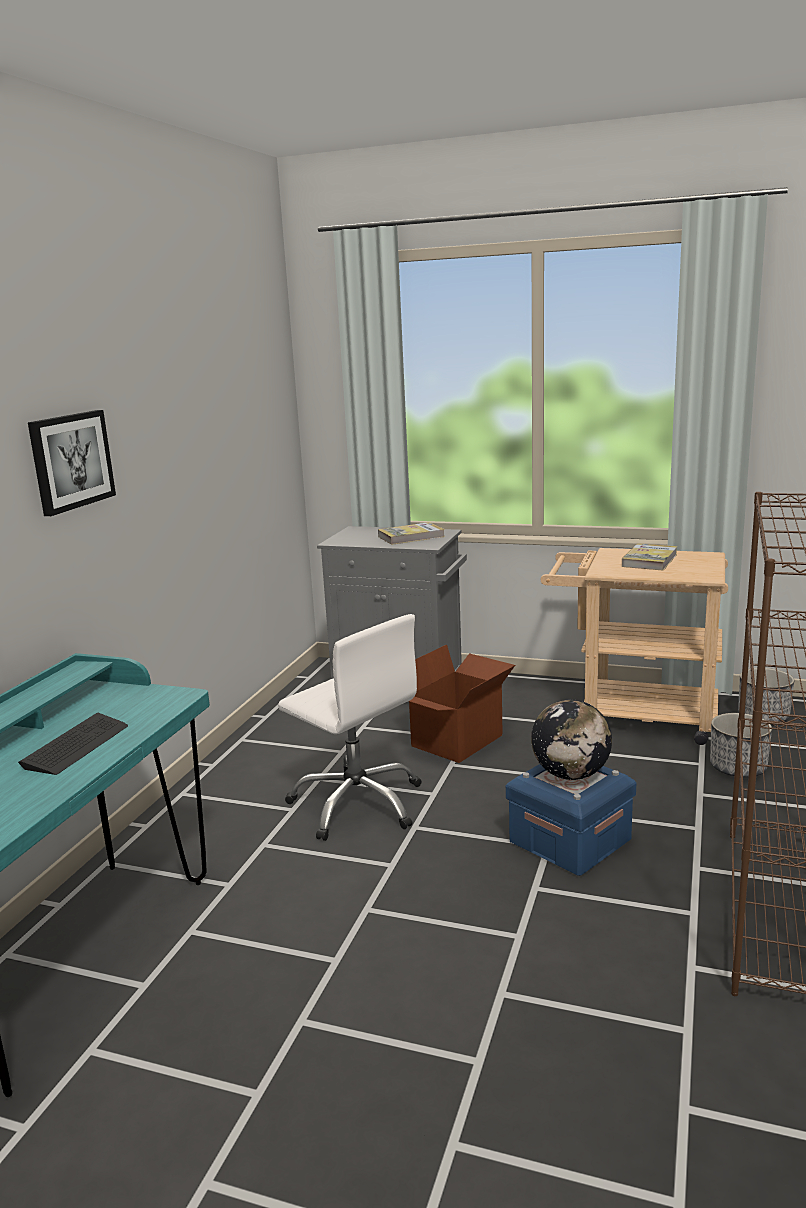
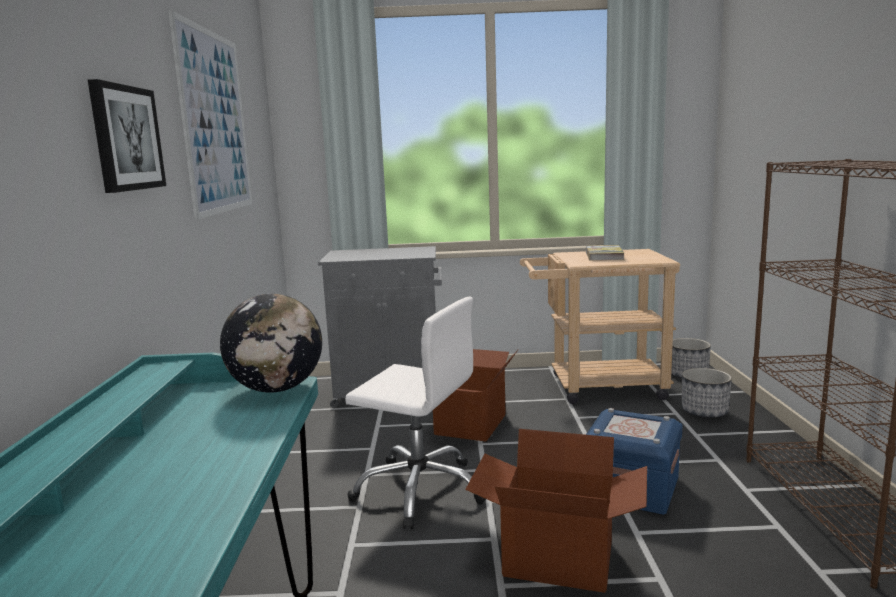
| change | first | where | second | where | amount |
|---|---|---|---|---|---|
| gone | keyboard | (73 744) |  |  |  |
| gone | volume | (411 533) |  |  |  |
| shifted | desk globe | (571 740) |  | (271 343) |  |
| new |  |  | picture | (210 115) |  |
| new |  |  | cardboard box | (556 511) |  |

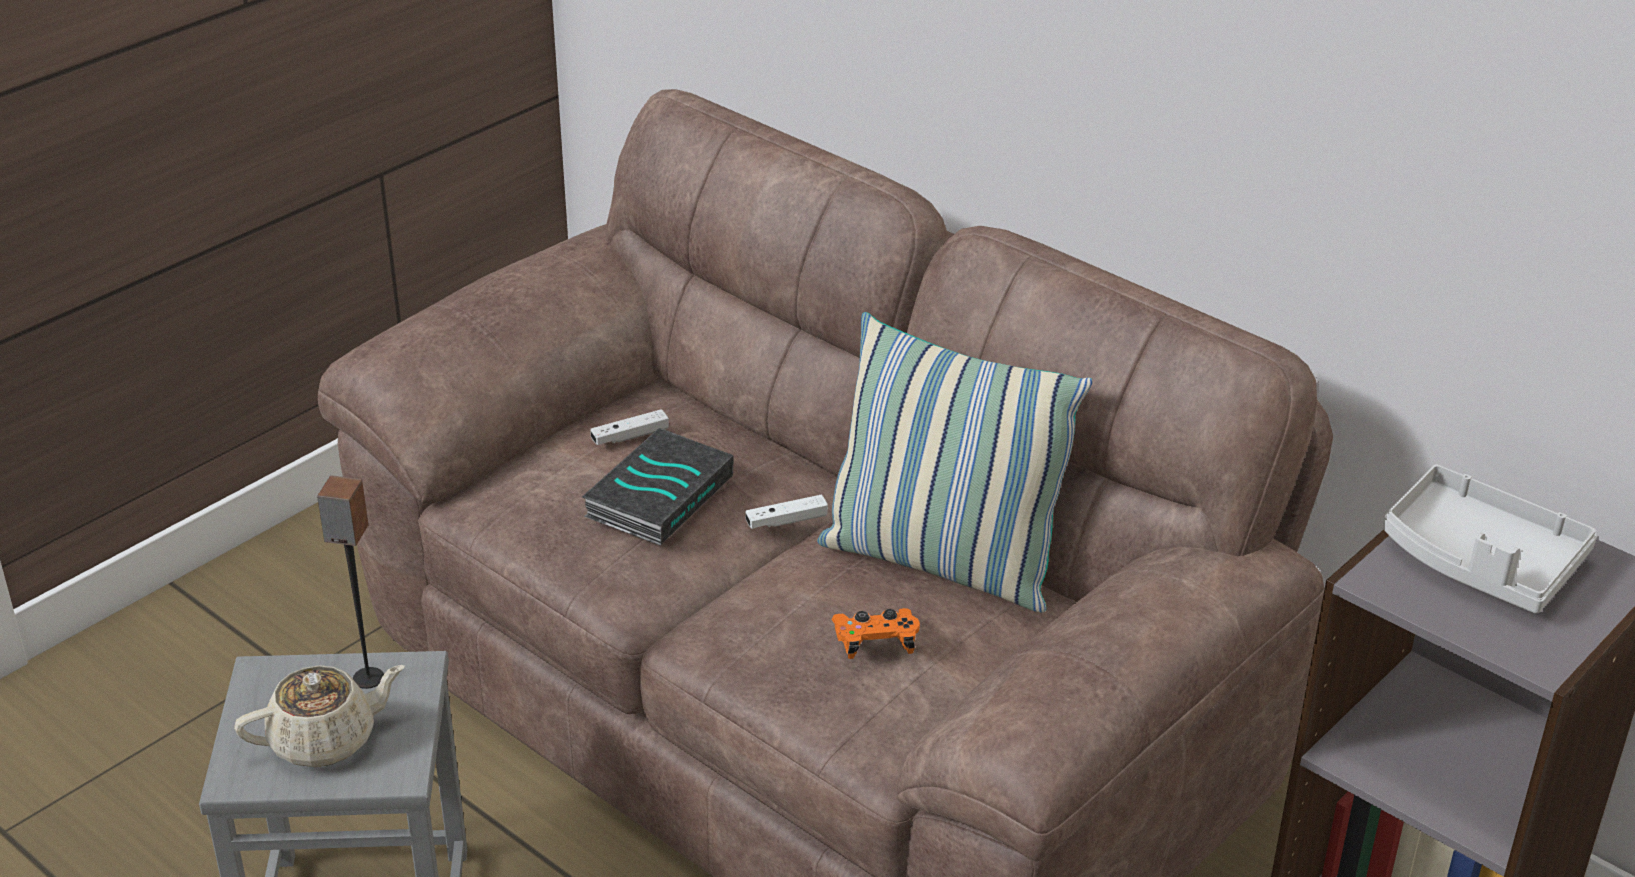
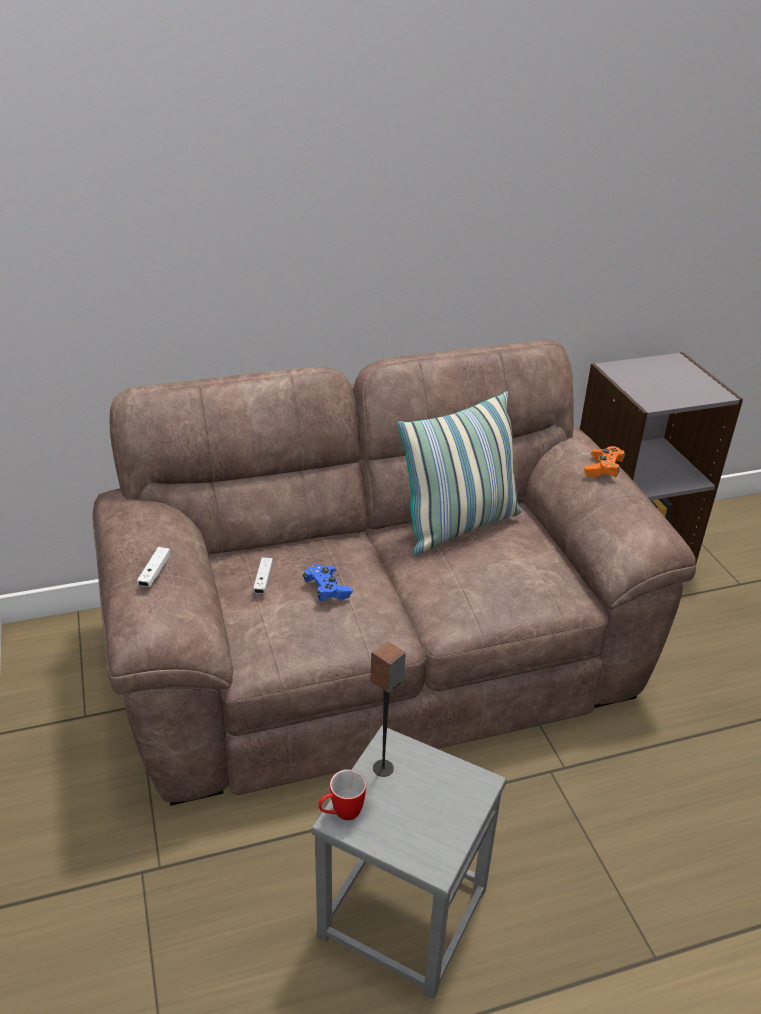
| change | first | where | second | where | amount |
|---|---|---|---|---|---|
| gone | beige-coloured teapot | (319 716) |  |  |  |
| swapped | volume | (658 486) | blue-coloured game controller | (328 582) |  |
| shifted | white game controller | (786 512) |  | (153 567) |  |
| shifted | orange-coloured game controller | (875 633) |  | (605 461) |  |
| gone | gray tray | (1490 539) |  |  |  |
| new |  |  | coffee mug | (342 794) |  |

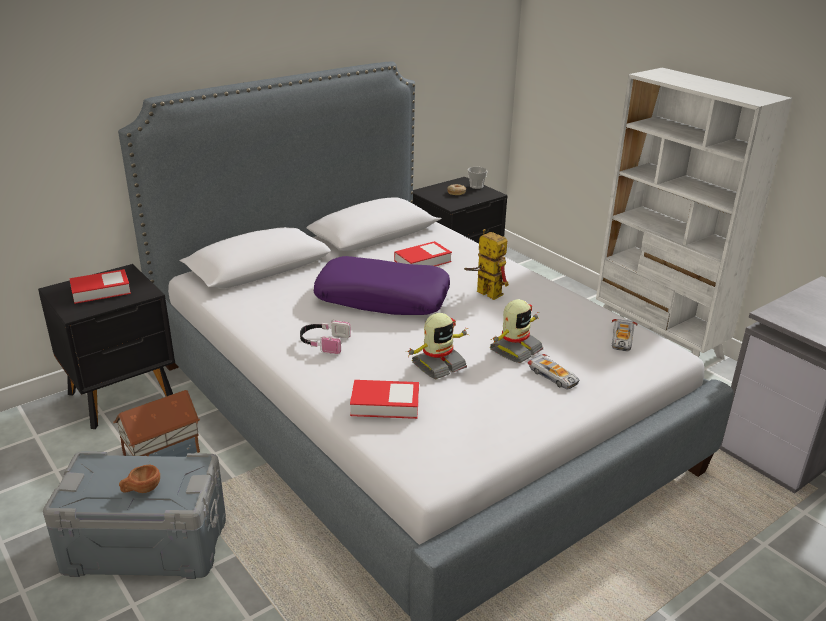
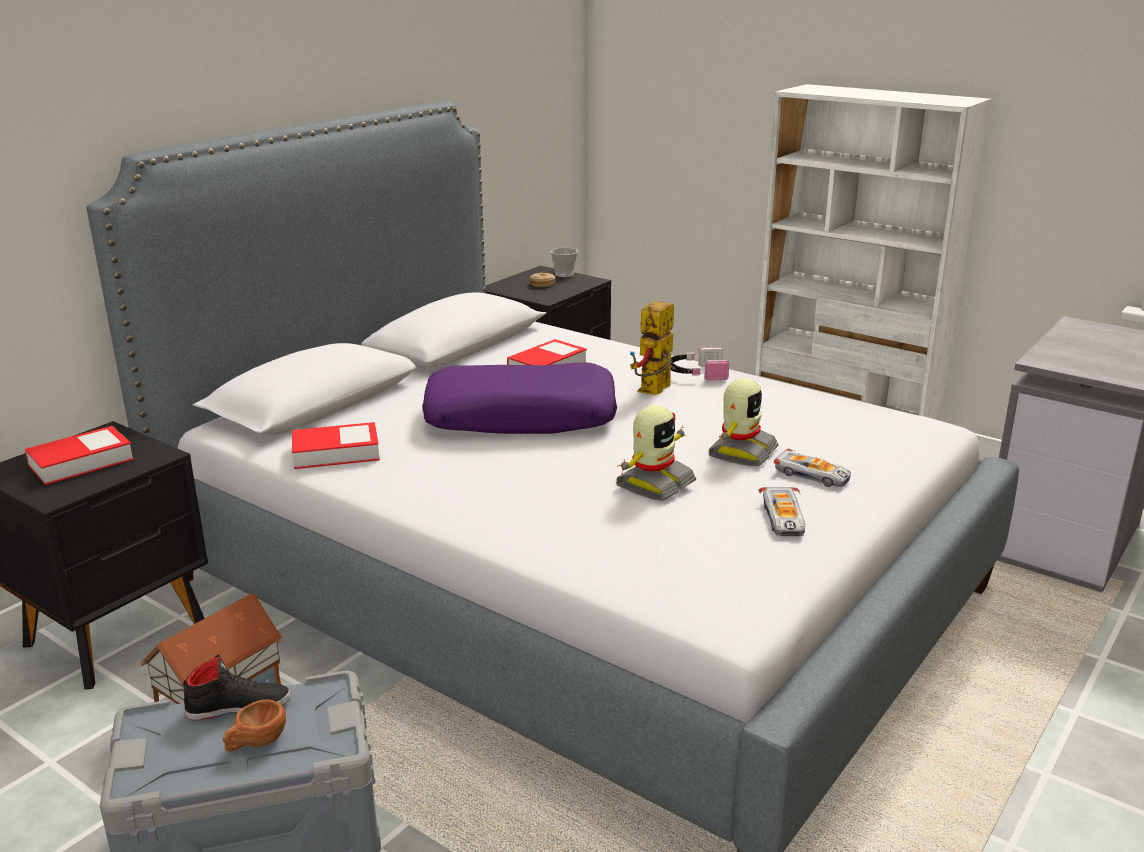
| change | first | where | second | where | amount |
|---|---|---|---|---|---|
| shifted | headset | (325 337) |  | (700 364) |  |
| shifted | volume | (384 399) |  | (336 445) |  |
| rotated | model robot | (486 264) |  | (652 348) | 90 degrees counterclockwise |
| shifted | toy car | (624 335) |  | (782 511) |  |
| new |  |  | blackish low shoe | (237 687) |  |

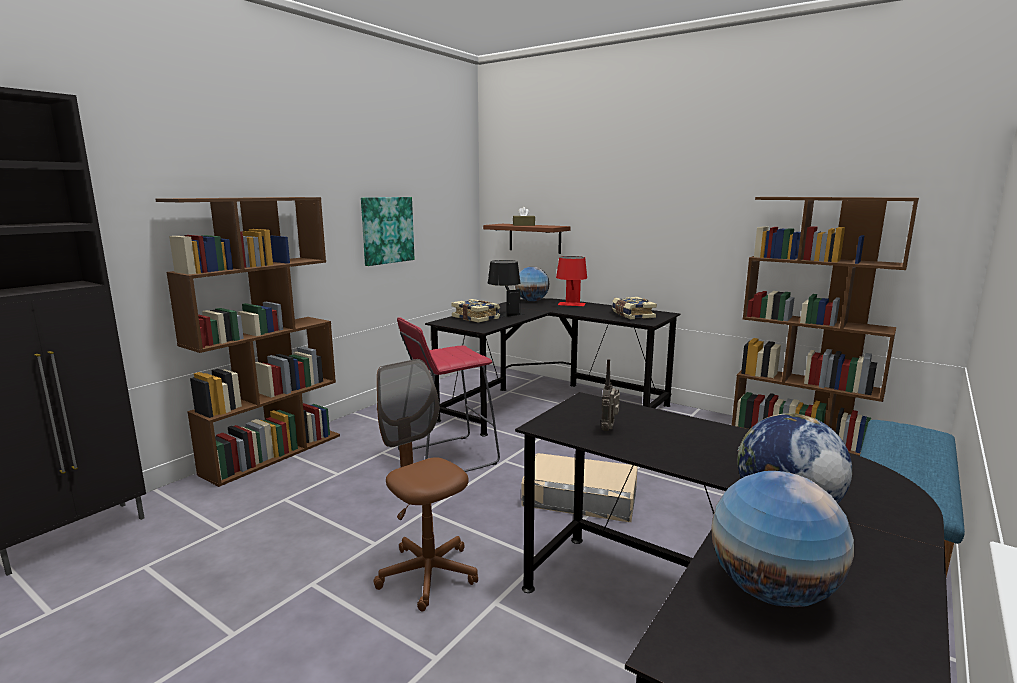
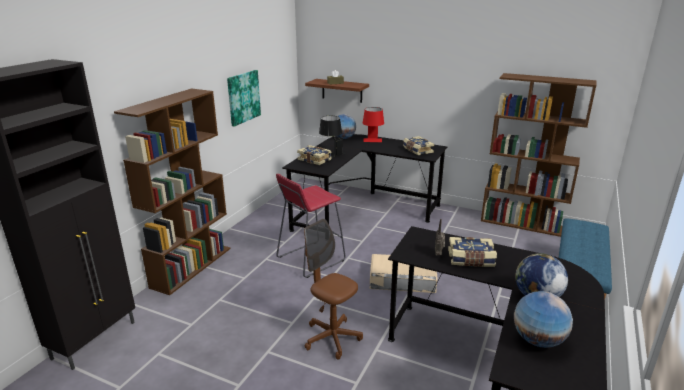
| change | first | where | second | where | amount |
|---|---|---|---|---|---|
| new |  |  | volume | (472 252) |  |

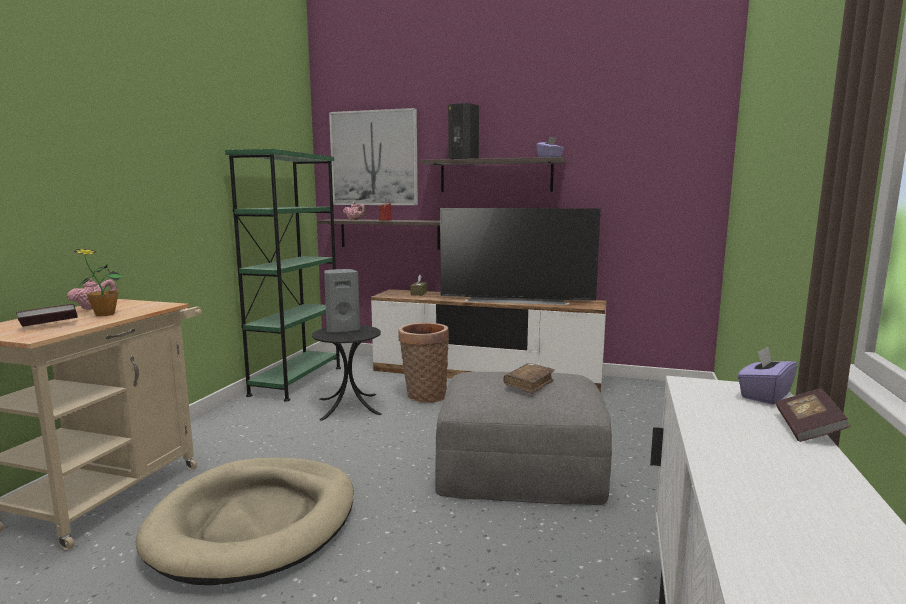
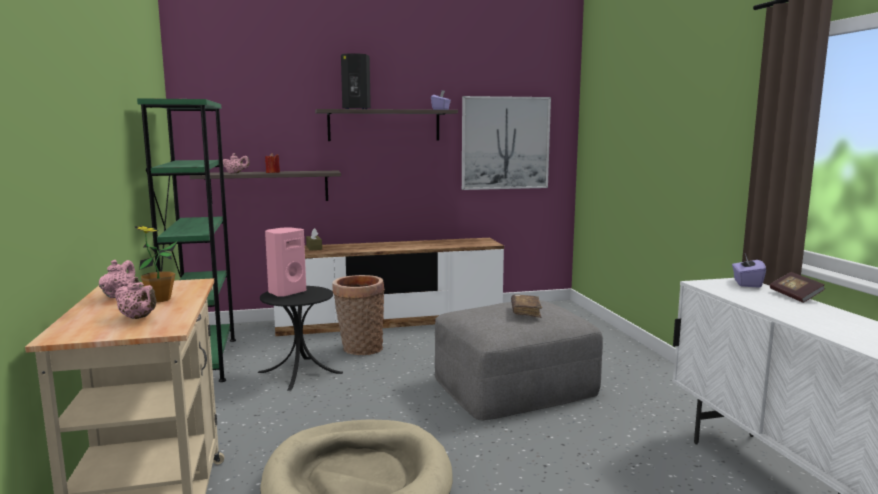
| change | first | where | second | where | amount |
|---|---|---|---|---|---|
| swapped | volume | (47 315) | pink-coloured teapot | (135 298) |  |
| repainted | gray speaker | (342 301) | pink-coloured speaker | (285 262) |  |
| shifted | picture | (373 156) |  | (506 143) |  |
| gone | TV | (520 256) |  |  |  |

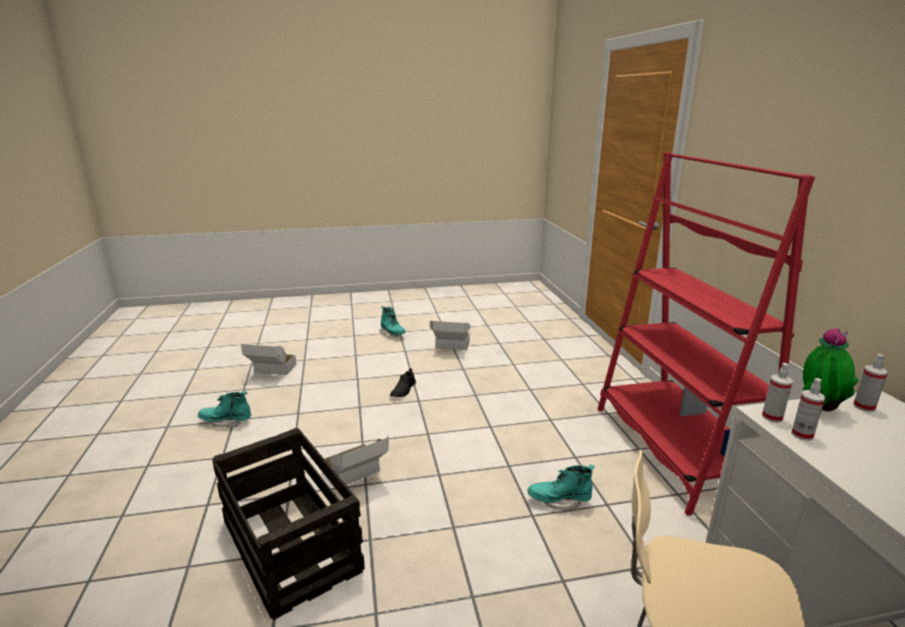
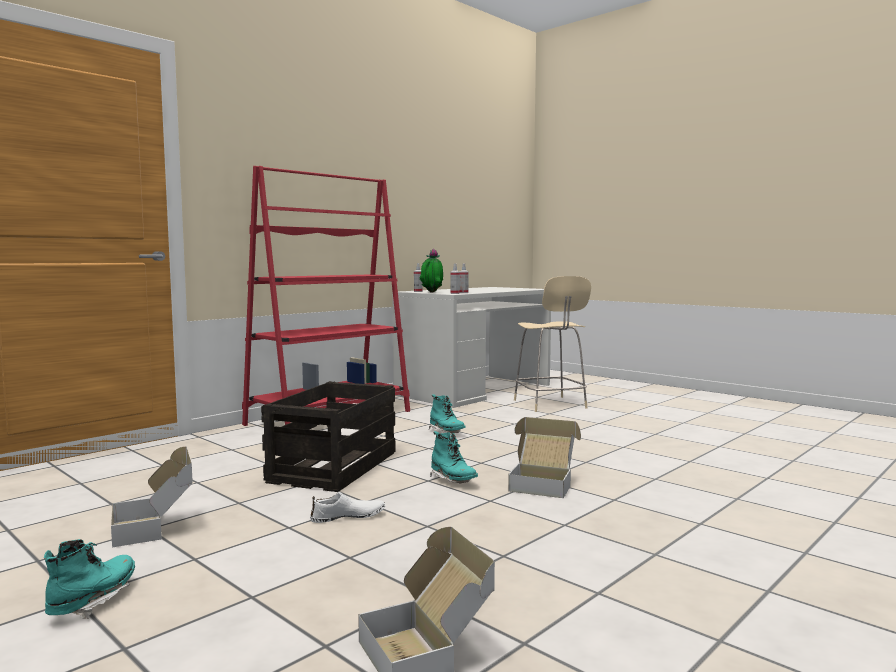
| change | first | where | second | where | amount |
|---|---|---|---|---|---|
| shifted | turquoise tall boot | (224 409) |  | (454 457) |  |
| shifted | shipping crate | (288 524) |  | (328 436) |  |
| repainted | blackish low shoe | (403 382) | white low shoe | (347 507) |  |

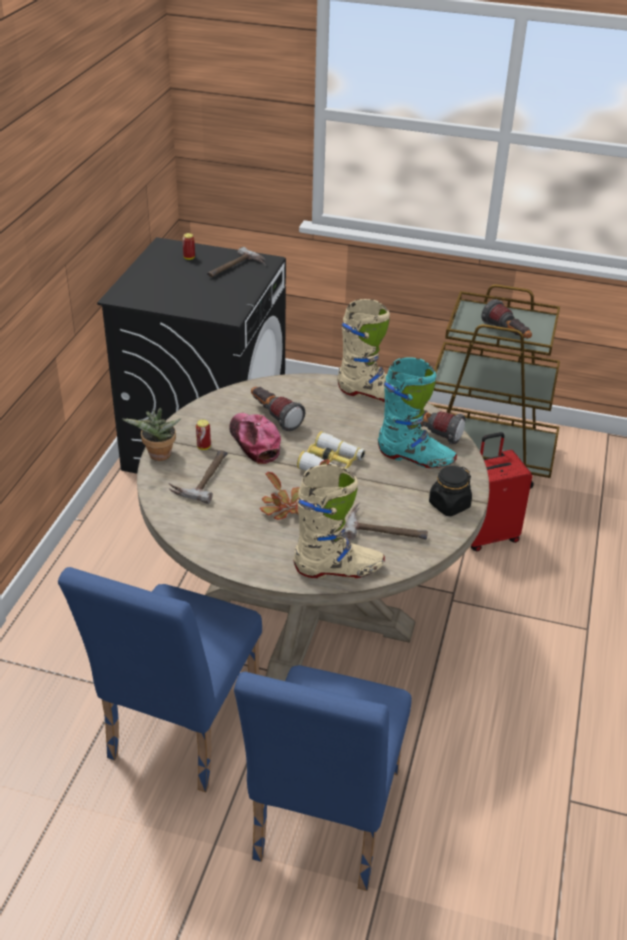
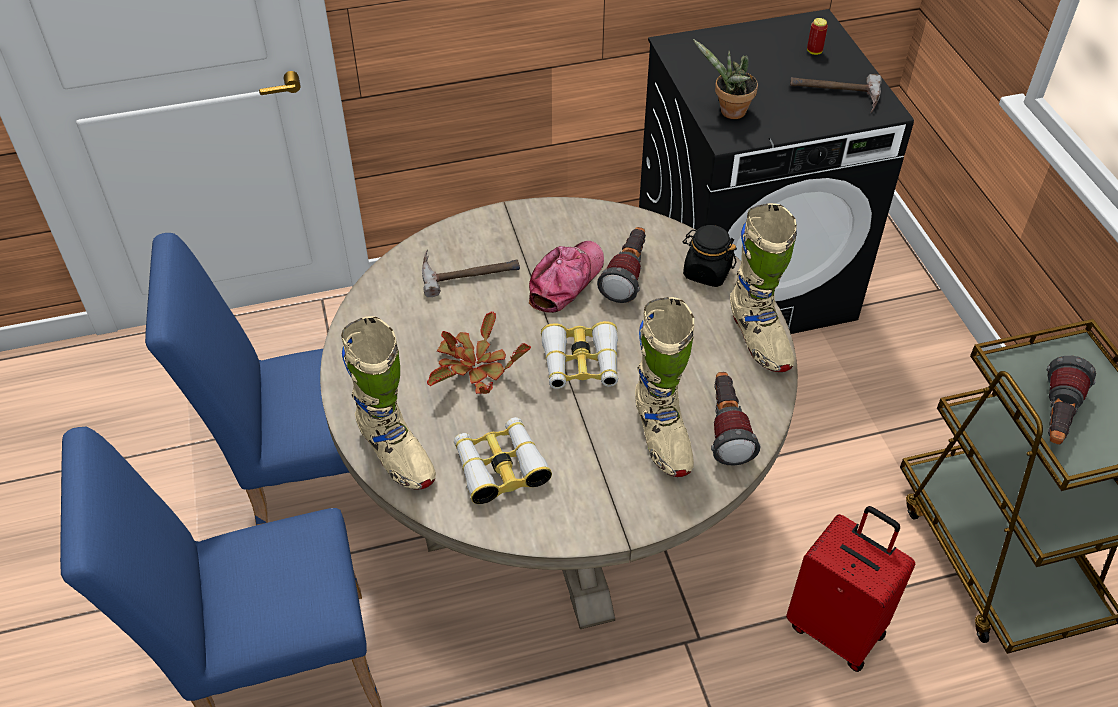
| change | first | where | second | where | amount |
|---|---|---|---|---|---|
| shifted | potted plant | (151 434) |  | (725 79) |  |
| gone | sealed can | (203 435) |  |  |  |
| swapped | tool hammer | (385 521) | field glasses | (503 460) |  |
| repainted | turquoise tall boot | (417 412) | beige-coloured tall boot | (664 387) |  |
| shifted | blackish storage jar | (450 491) |  | (710 256) |  |

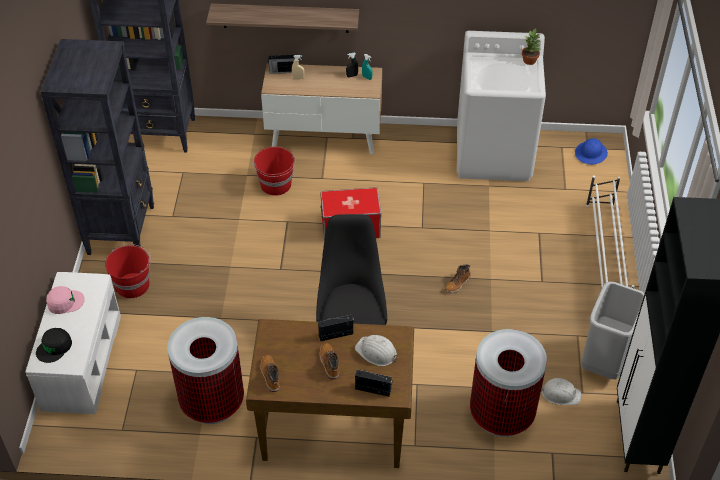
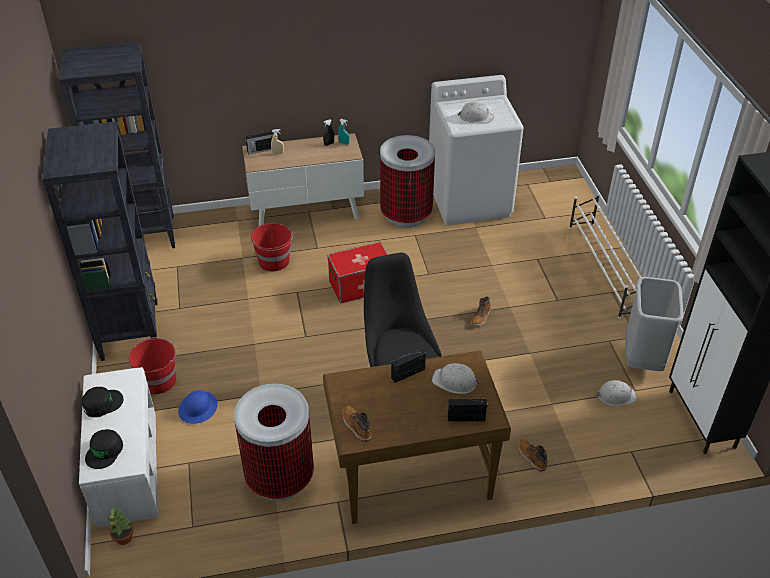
| change | first | where | second | where | amount |
|---|---|---|---|---|---|
| repainted | pink-coloured cap | (65 300) | blackish cap | (103 402) |  |
| gone | bracket shelf | (282 18) |  |  |  |
| shifted | tall boot | (329 361) |  | (533 455) |  |
| shifted | trash can | (508 383) |  | (407 181) |  |
| shifted | potted plant | (531 47) |  | (120 525) |  |
| shifted | blue-coloured safety helmet | (591 151) |  | (198 407) |  |
| new |  |  | white safety helmet | (475 112) |  |

